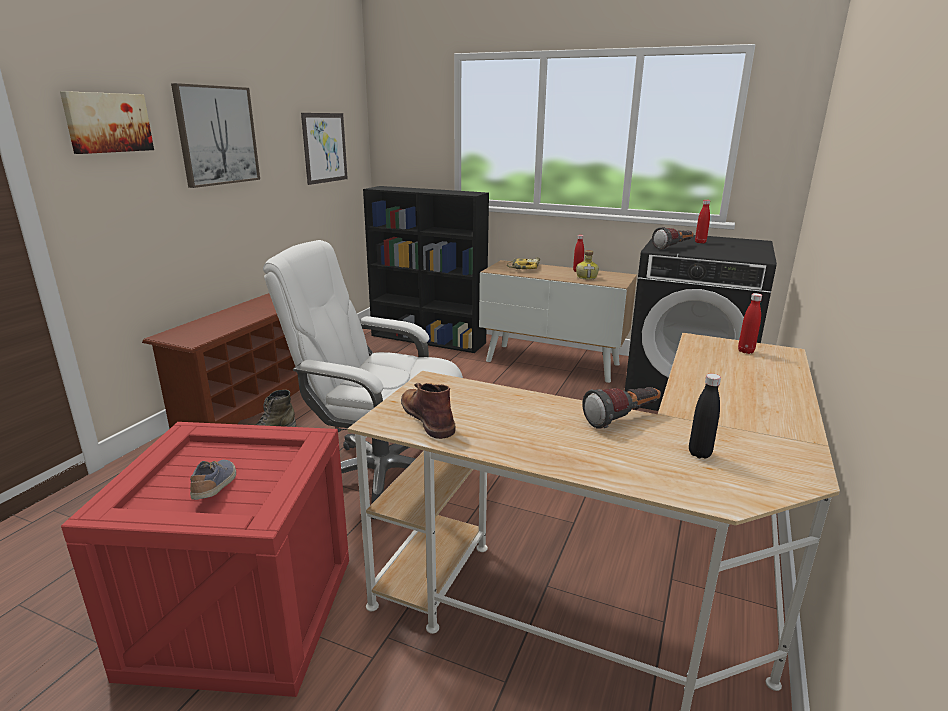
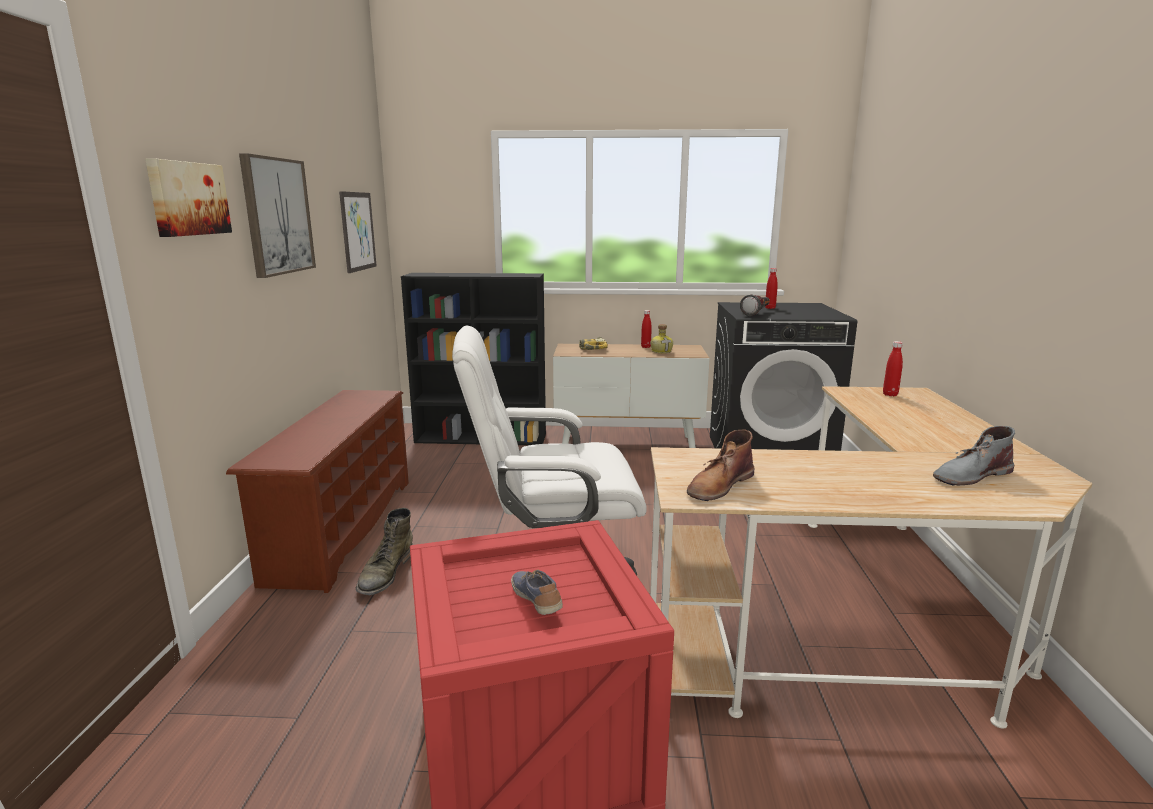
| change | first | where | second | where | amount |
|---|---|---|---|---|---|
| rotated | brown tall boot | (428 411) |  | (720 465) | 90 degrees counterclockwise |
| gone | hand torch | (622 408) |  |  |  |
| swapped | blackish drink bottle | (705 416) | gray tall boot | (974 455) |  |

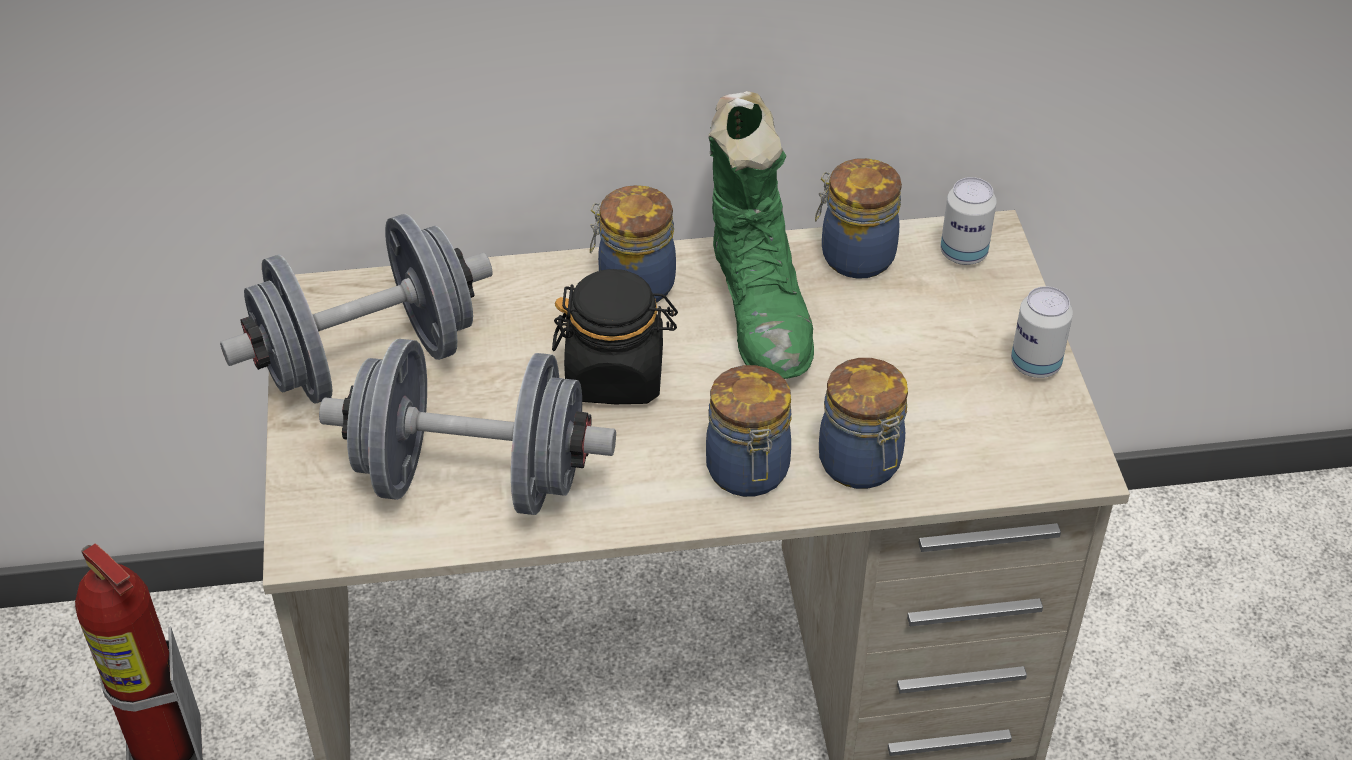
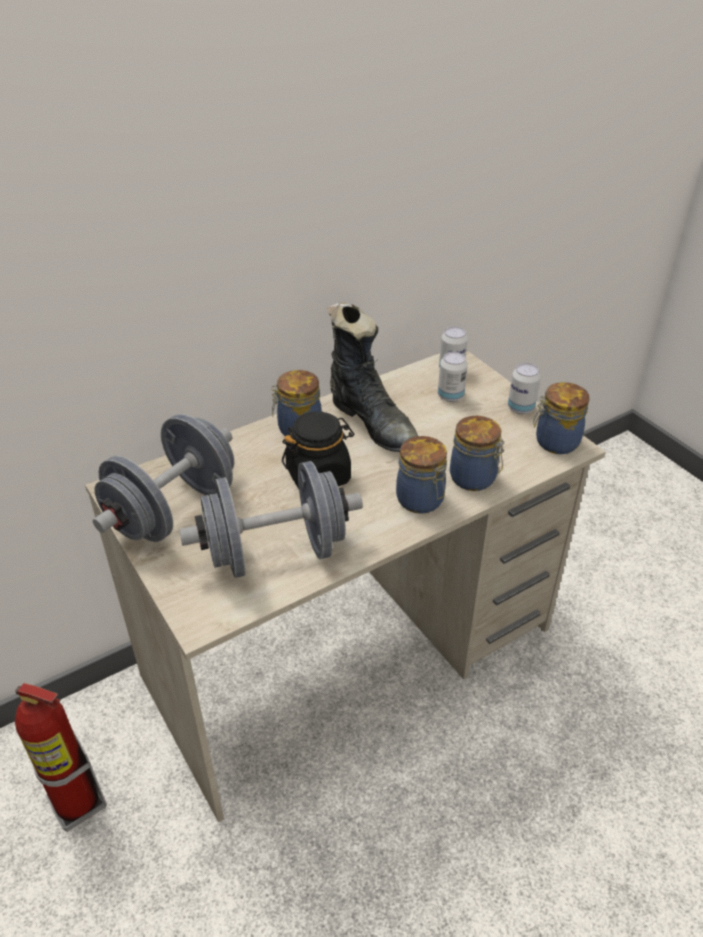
| change | first | where | second | where | amount |
|---|---|---|---|---|---|
| repainted | green-coloured tall boot | (761 235) | blackish tall boot | (372 377) |  |
| shifted | storage jar | (858 218) |  | (561 418) |  |
| new |  |  | sealed can | (453 377) |  |

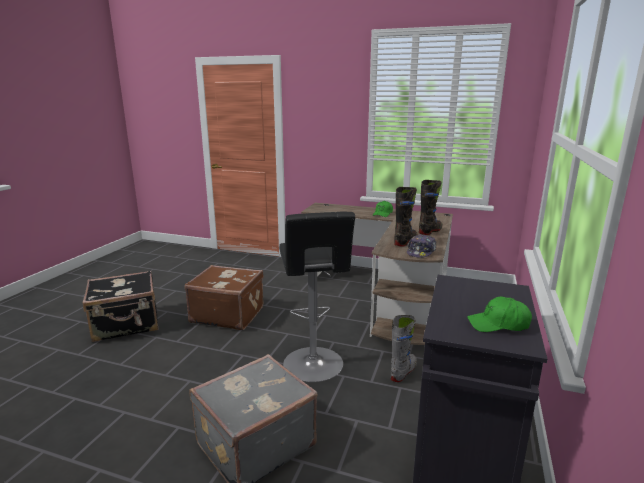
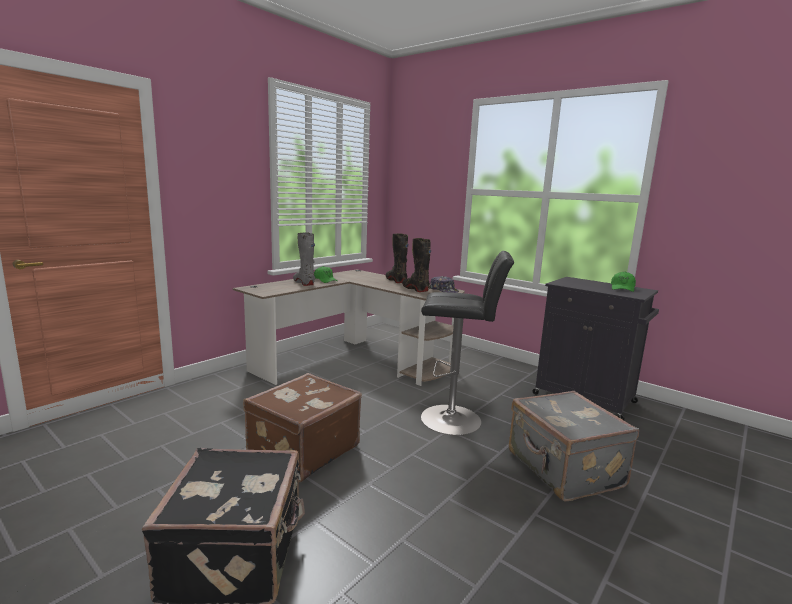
| change | first | where | second | where | amount |
|---|---|---|---|---|---|
| shifted | gray tall boot | (404 348) |  | (304 259) |  |

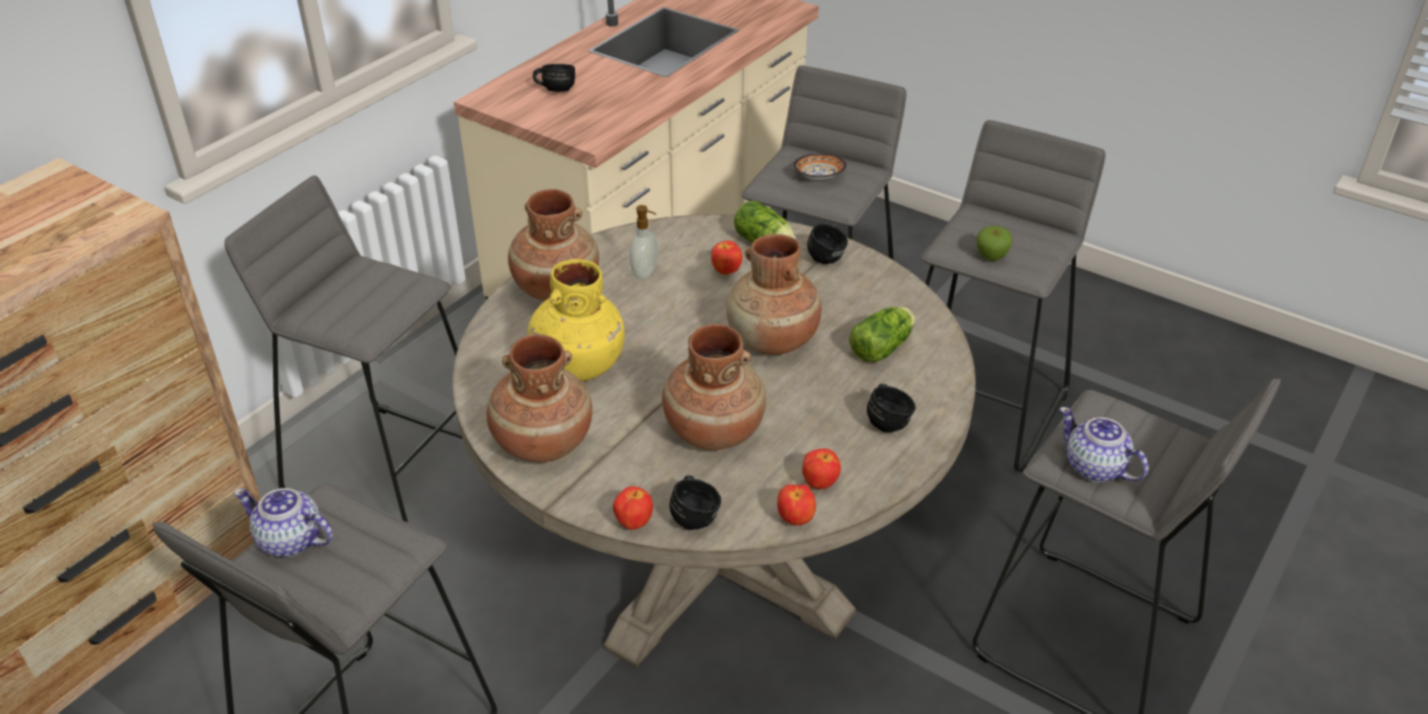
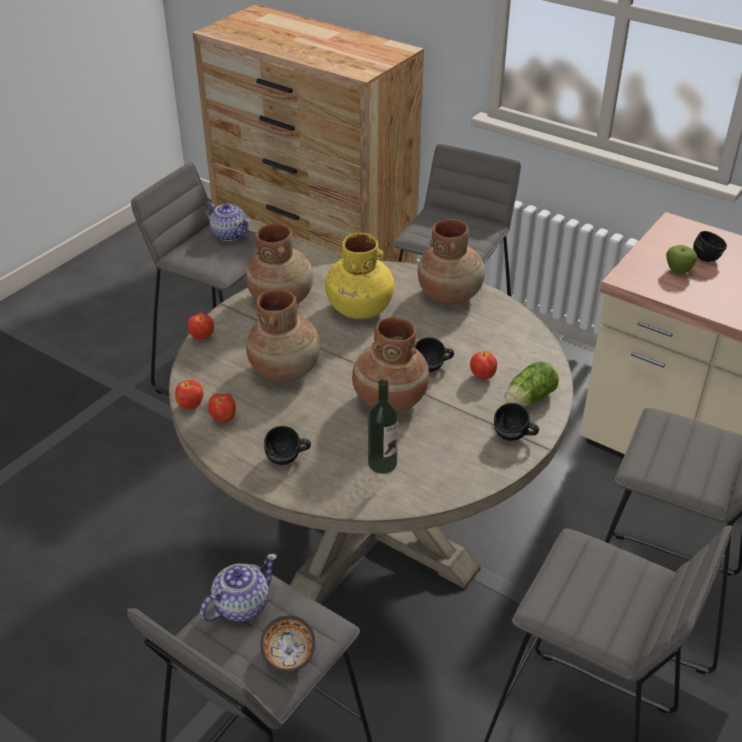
| change | first | where | second | where | amount |
|---|---|---|---|---|---|
| rotated | teapot | (283 522) |  | (227 221) | 105 degrees clockwise |
| gone | soap dispenser | (643 242) |  |  |  |
| shifted | blackish coffee mug | (695 502) |  | (434 354) |  |
| shifted | deep dish | (819 166) |  | (288 643) |  |
| swapped | lettuce head | (882 334) | drink bottle | (383 426) |  |
| shifted | apple | (994 243) |  | (682 259) |  |

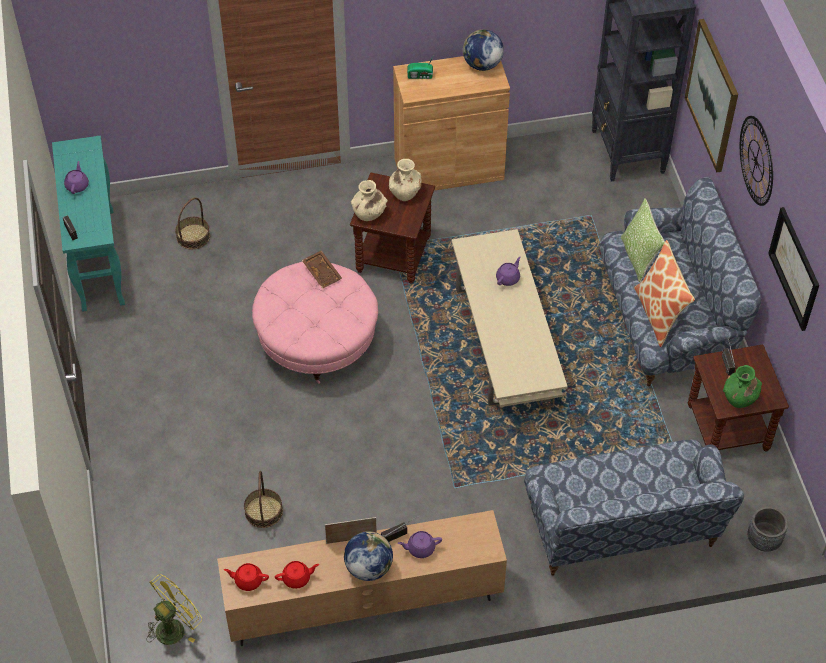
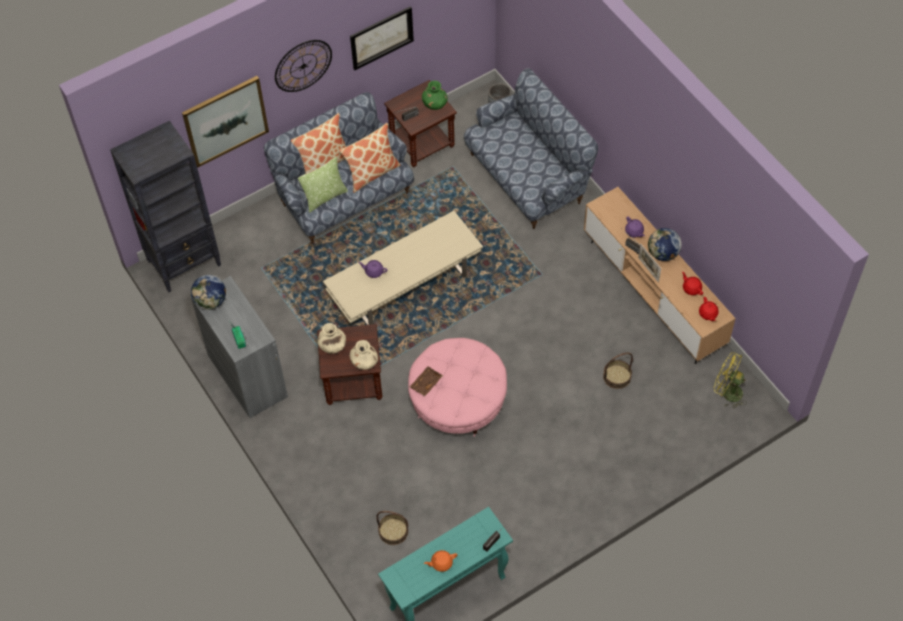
| change | first | where | second | where | amount |
|---|---|---|---|---|---|
| repainted | purple-coloured teapot | (76 177) | orange-coloured teapot | (440 561) |  |
| repainted | brown storage cabinet | (451 123) | gray storage cabinet | (239 347) |  |
| new |  |  | cushion | (319 143) |  |

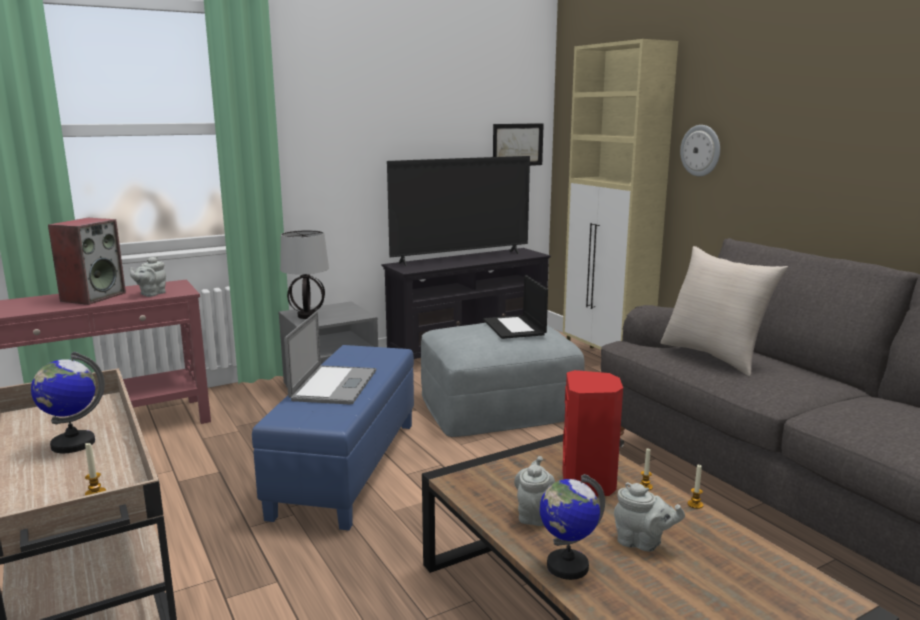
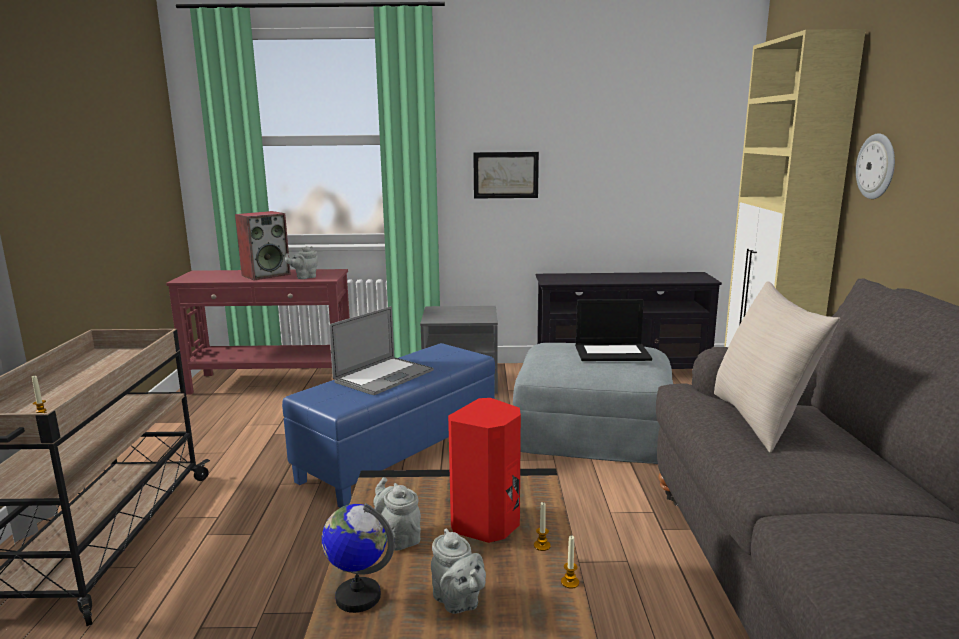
| change | first | where | second | where | amount |
|---|---|---|---|---|---|
| gone | desk globe | (68 402) |  |  |  |
| gone | table lamp | (304 274) |  |  |  |
| gone | TV | (458 211) |  |  |  |
| rotated | portable computer | (515 307) |  | (613 330) | 105 degrees counterclockwise |
| shifted | picture | (518 144) |  | (506 175) |  |
| rotated | gray teapot | (534 491) |  | (397 513) | 75 degrees counterclockwise |

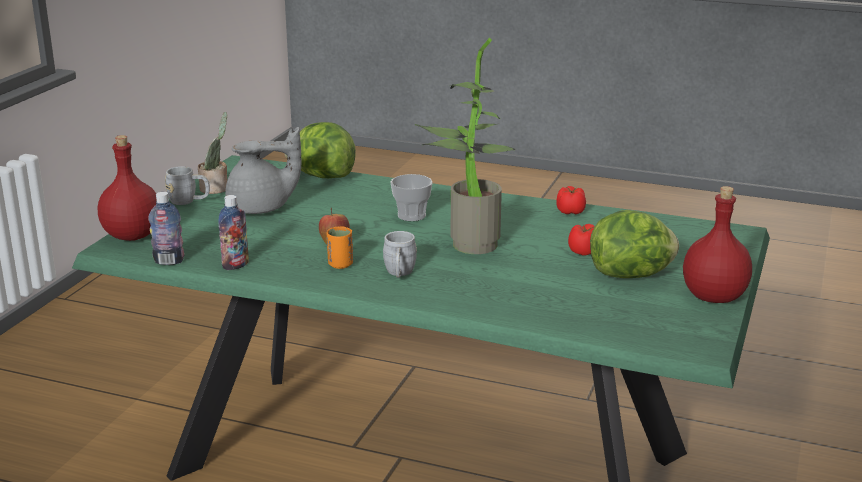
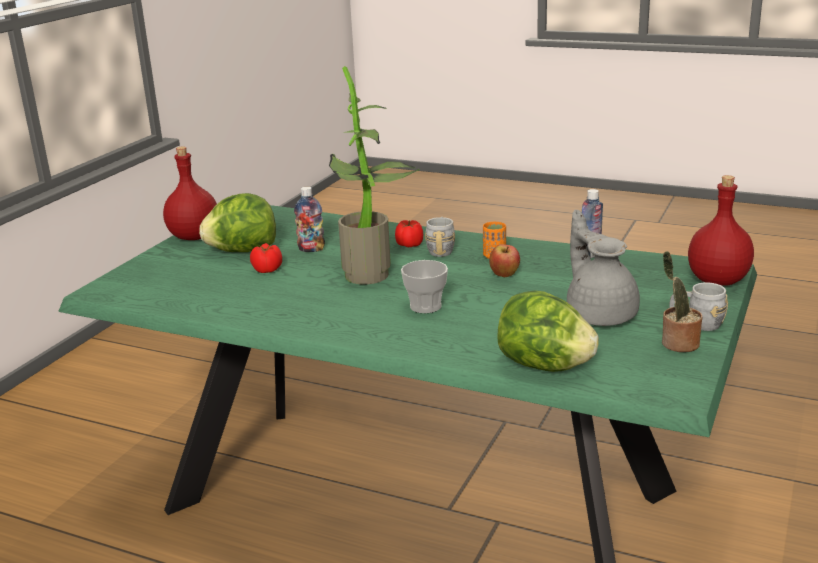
| change | first | where | second | where | amount |
|---|---|---|---|---|---|
| shifted | drink bottle | (166 228) |  | (309 219) |  |
| rotated | gray teapot | (263 170) |  | (603 268) | 75 degrees clockwise |
| shifted | fresh tomato | (571 200) |  | (409 234) |  |

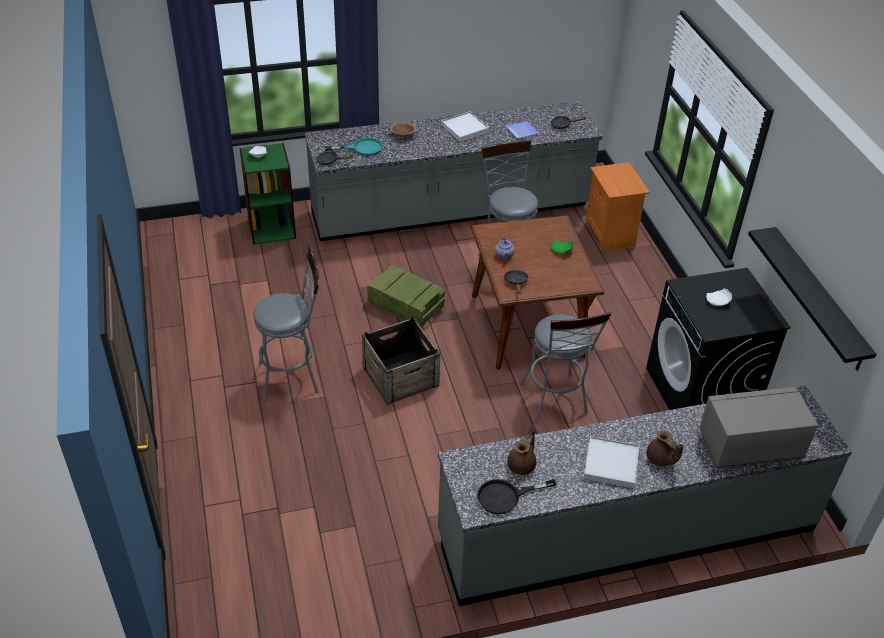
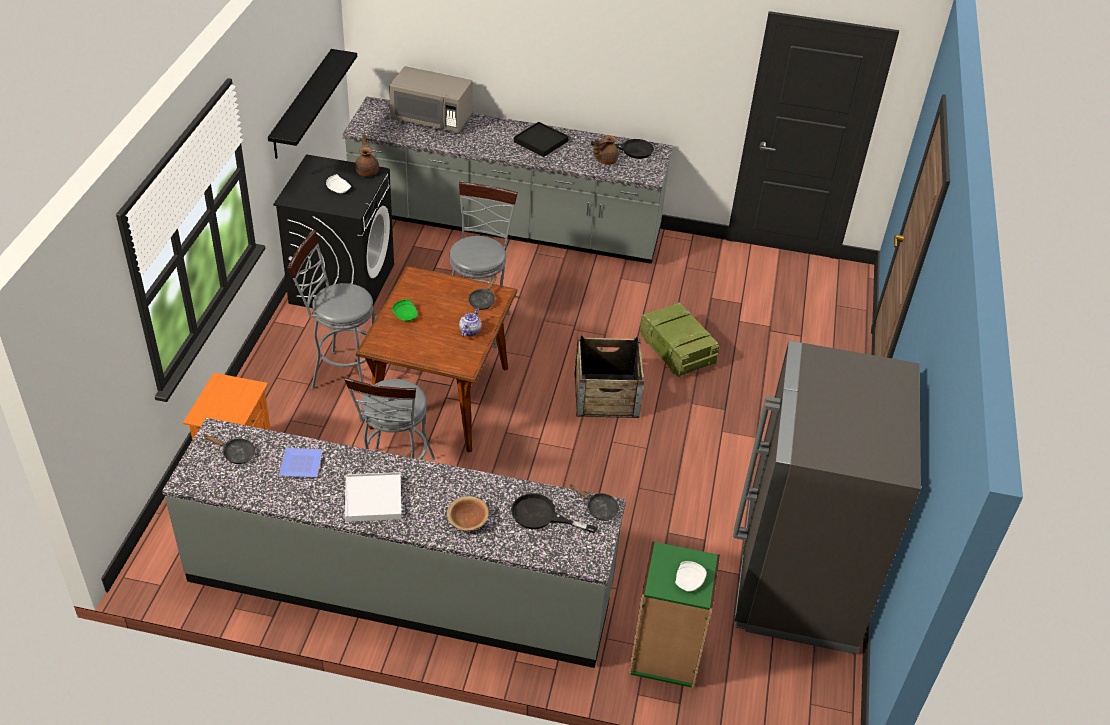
| change | first | where | second | where | amount |
|---|---|---|---|---|---|
| shifted | gray sitting stool | (286 324) |  | (331 310) |  |
| repainted | turquoise pan | (353 146) | blackish pan | (554 513) |  |
| shifted | shipping crate | (406 296) |  | (680 339) |  |
| repainted | white tray | (611 462) | blackish tray | (541 139) |  |
| shifted | brown teapot | (665 448) |  | (367 155) |  |
| new |  |  | gray kitchen fridge | (827 497) |  |

